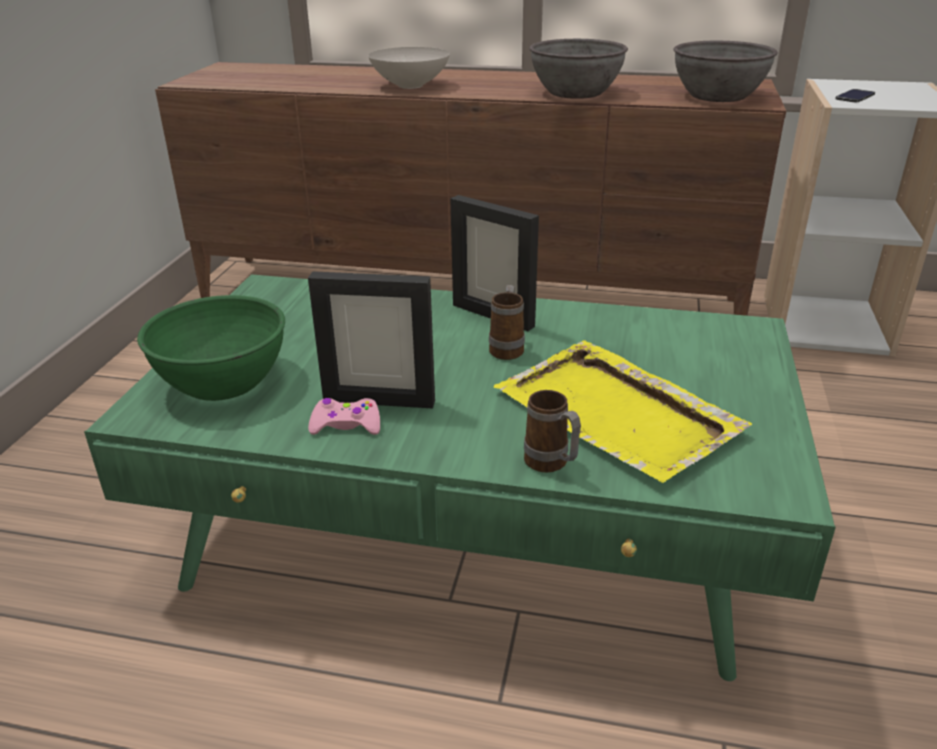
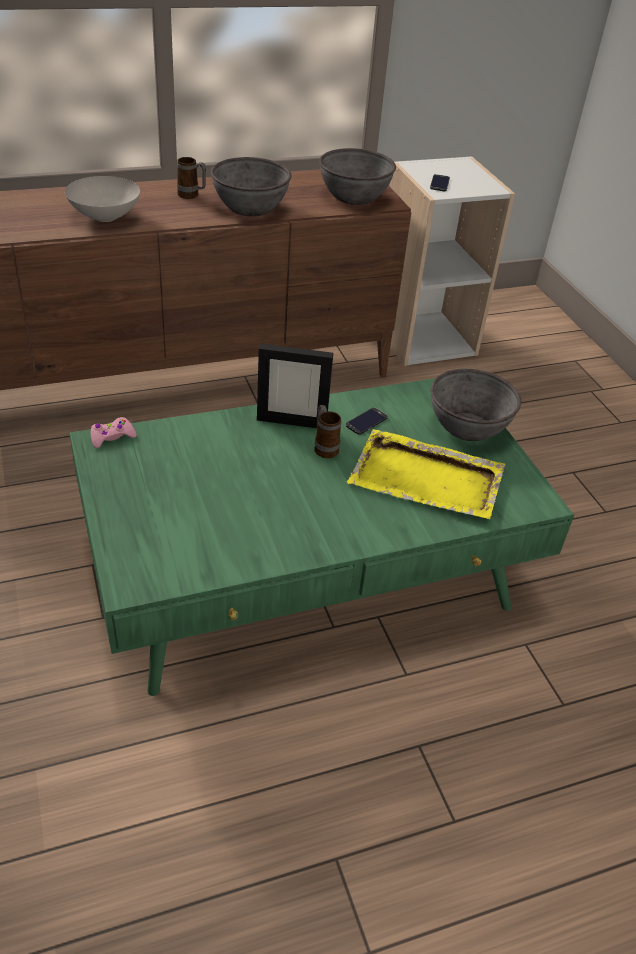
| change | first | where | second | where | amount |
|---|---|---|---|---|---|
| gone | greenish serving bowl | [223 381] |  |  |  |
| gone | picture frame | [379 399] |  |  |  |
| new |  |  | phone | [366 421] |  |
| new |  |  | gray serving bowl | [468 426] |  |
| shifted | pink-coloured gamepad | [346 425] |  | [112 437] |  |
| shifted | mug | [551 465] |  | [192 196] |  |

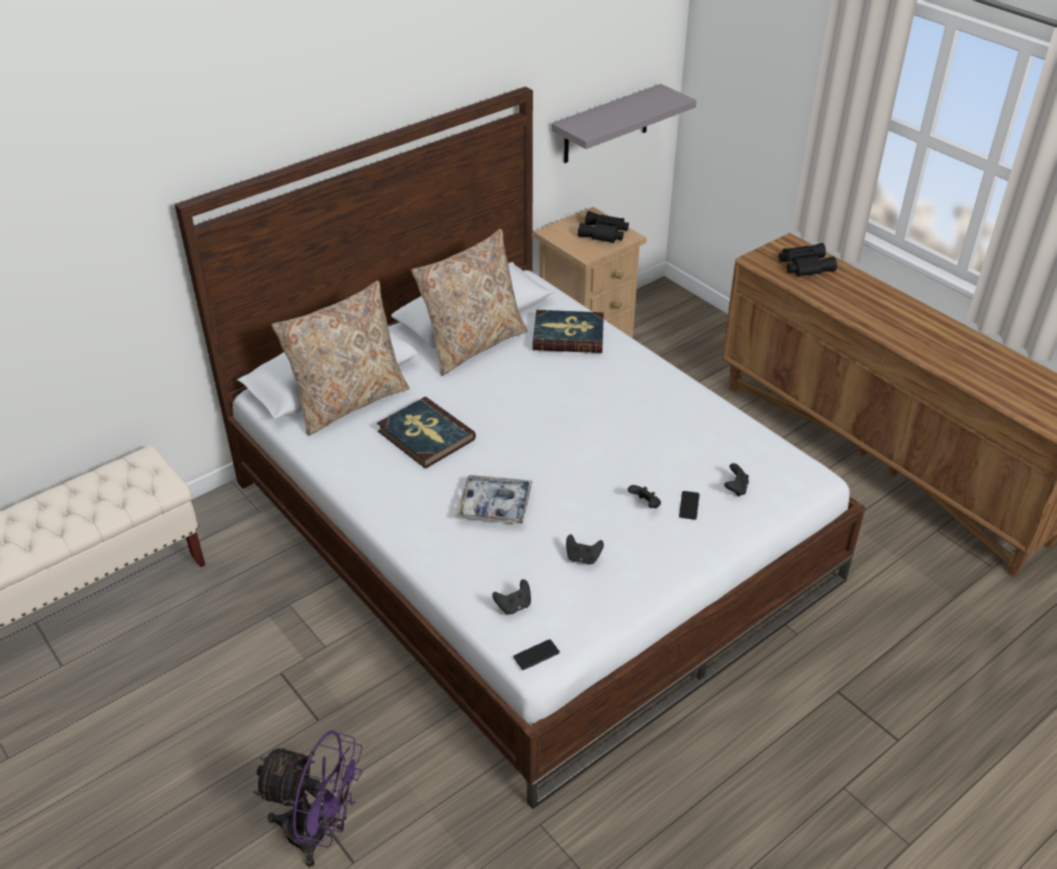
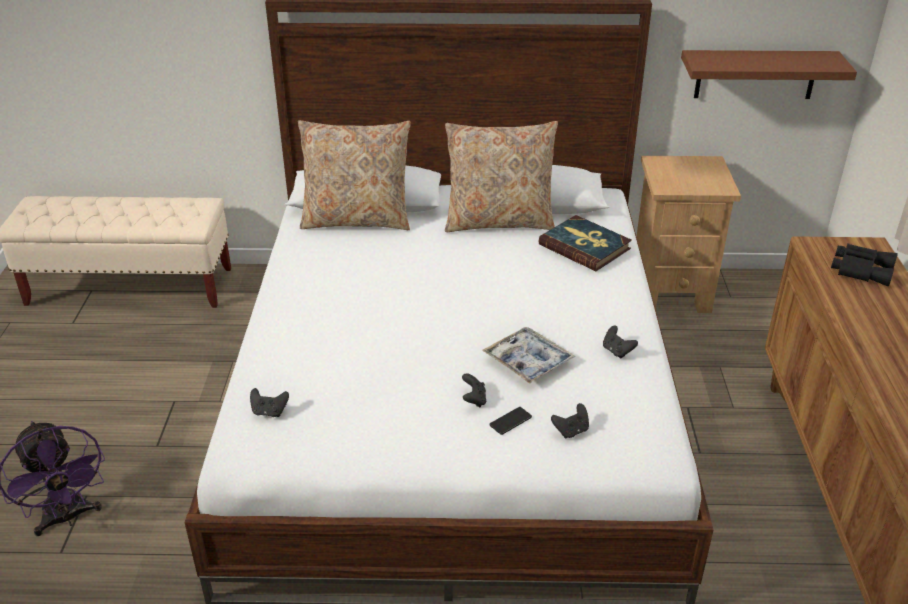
| change | first | where | second | where | amount |
|---|---|---|---|---|---|
| gone | volume | [425 435] |  |  |  |
| gone | phone | [536 655] |  |  |  |
| gone | blackish pair of binoculars | [604 234] |  |  |  |
| shifted | carrying tray | [495 505] |  | [528 361] |  |
| shifted | blackish gamepad | [583 558] |  | [617 351] |  |
| repainted | gray shelf | [606 124] | brownish shelf | [755 74] |  |

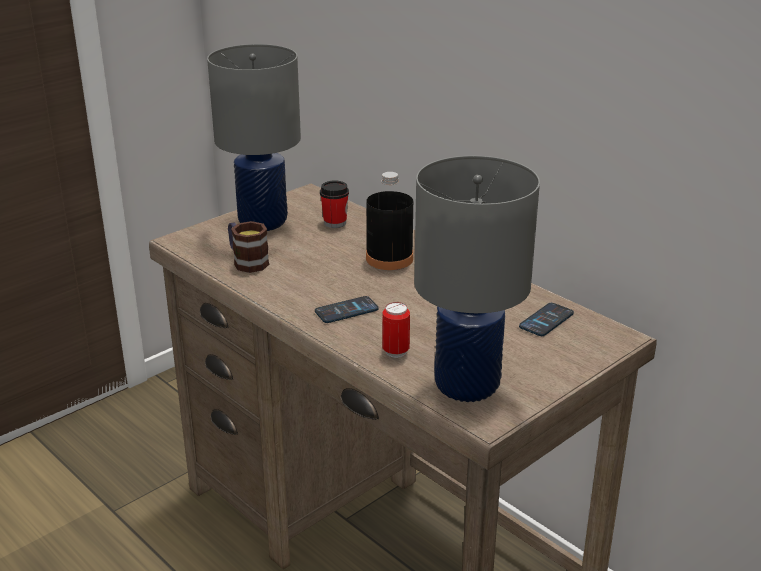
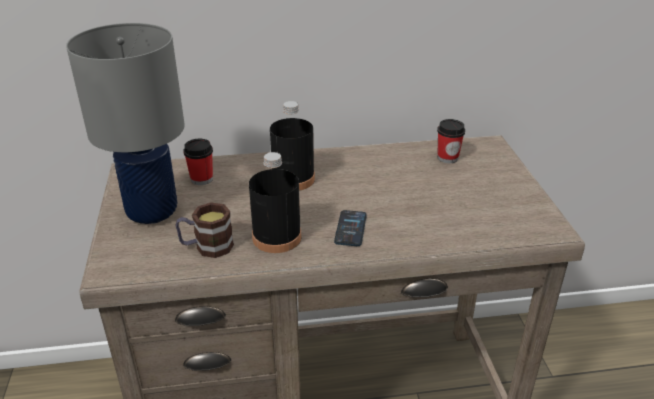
| change | first | where | second | where | amount |
|---|---|---|---|---|---|
| gone | can | [395 351] |  |  |  |
| gone | gray lamp for a table | [466 390] |  |  |  |
| new |  |  | blackish drink bottle | [277 237] |  |
| swapped | phone | [546 320] | small cup | [447 158] |  |

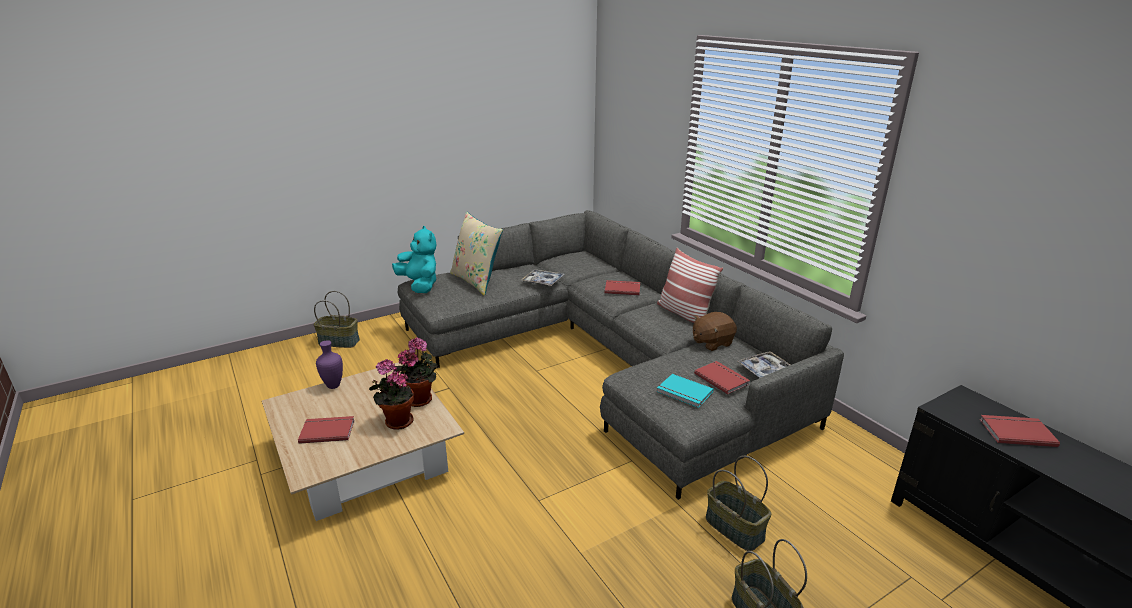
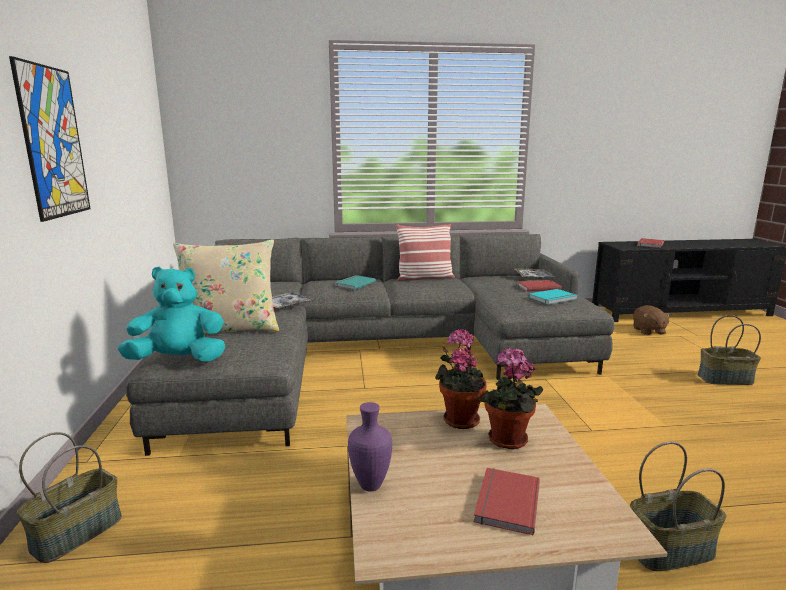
| change | first | where | second | where | amount |
|---|---|---|---|---|---|
| new |  |  | wall art | [53 142] |  |
| shifted | brownish cuddly toy | [711 342] |  | [648 331] |  |
| shifted | household basket | [735 528] |  | [669 549] |  |
| repainted | red-coloured volume | [622 289] | turquoise volume | [354 284] |  |

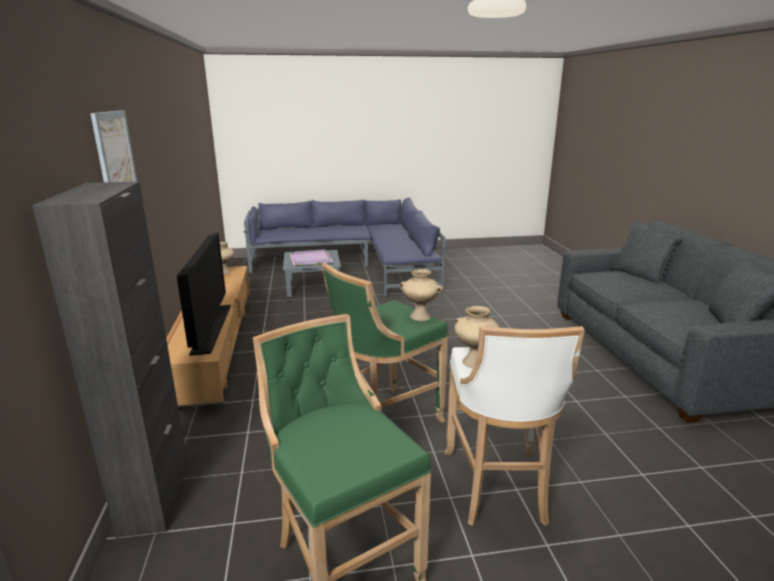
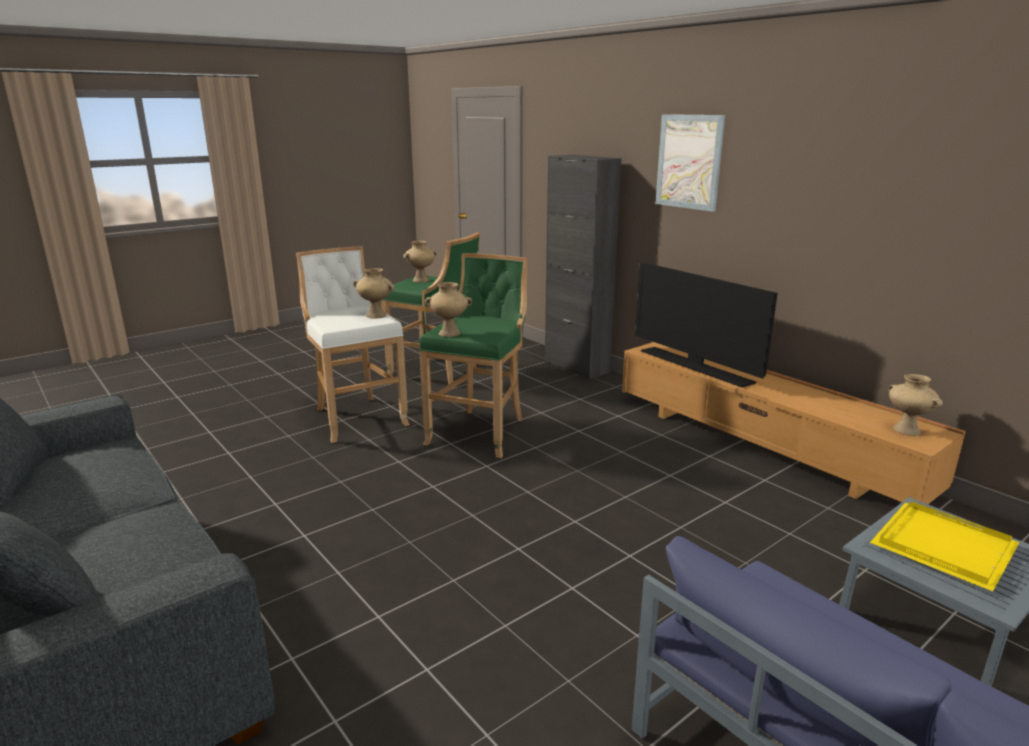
| change | first | where | second | where | amount |
|---|---|---|---|---|---|
| new |  |  | sand-coloured vase | [421 280] |  |
| repainted | purple carrying tray | [311 259] | yellowish carrying tray | [945 548] |  |

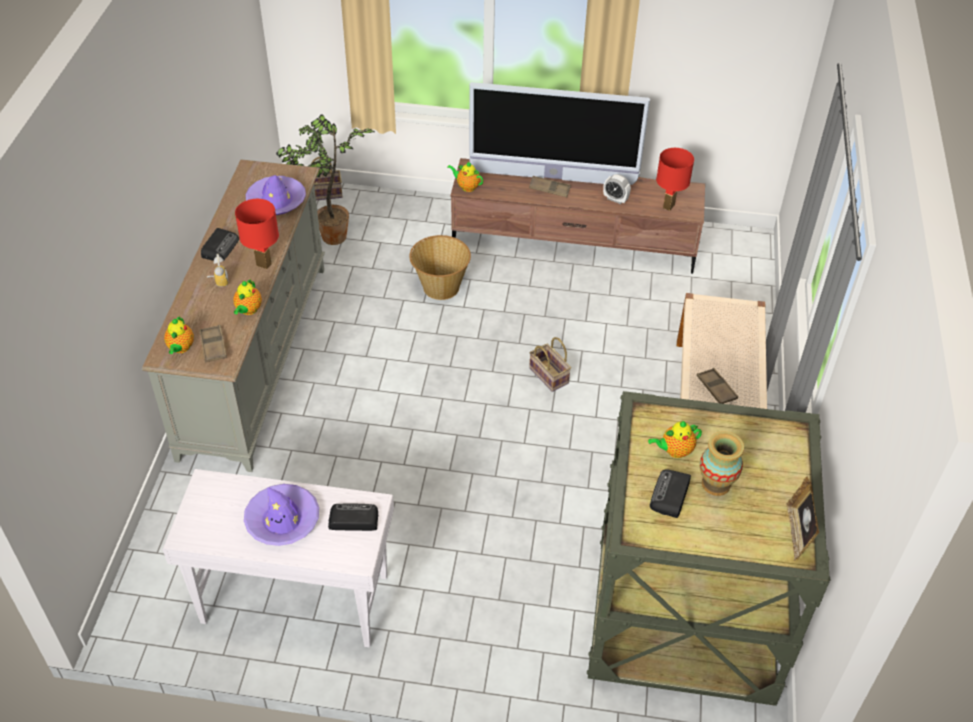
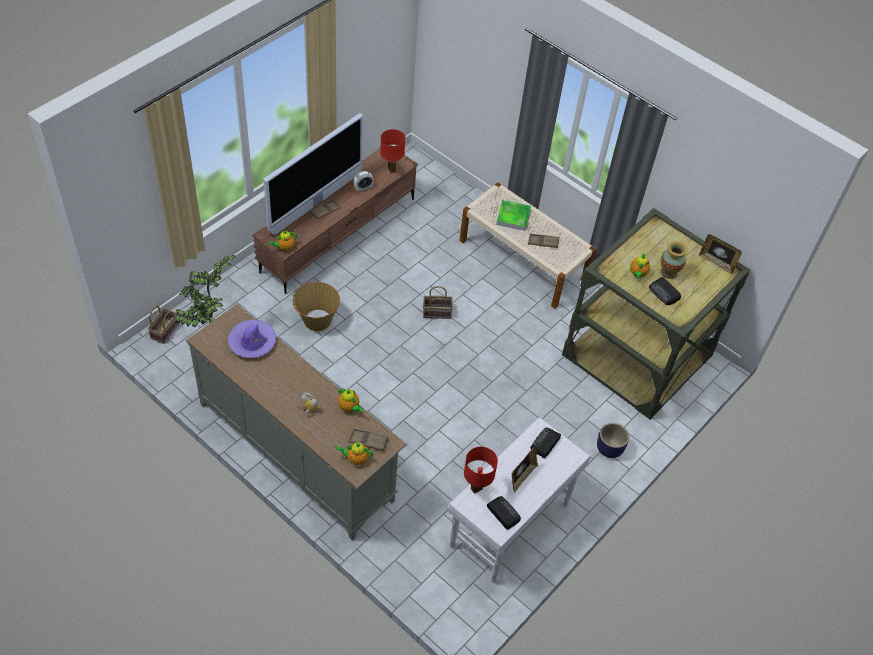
| change | first | where | second | where | amount |
|---|---|---|---|---|---|
| new |  |  | carrying tray | [513 217] |  |
| new |  |  | plant pot | [609 449] |  |
| shifted | radio receiver | [220 247] |  | [503 513] |  |
| shifted | red-coloured lamp for a table | [264 264] |  | [476 488] |  |
| swapped | purple clothing hat | [283 520] | picture frame | [522 477] |  |
| rotated | tea pot | [180 348] |  | [355 459] | 150 degrees clockwise |

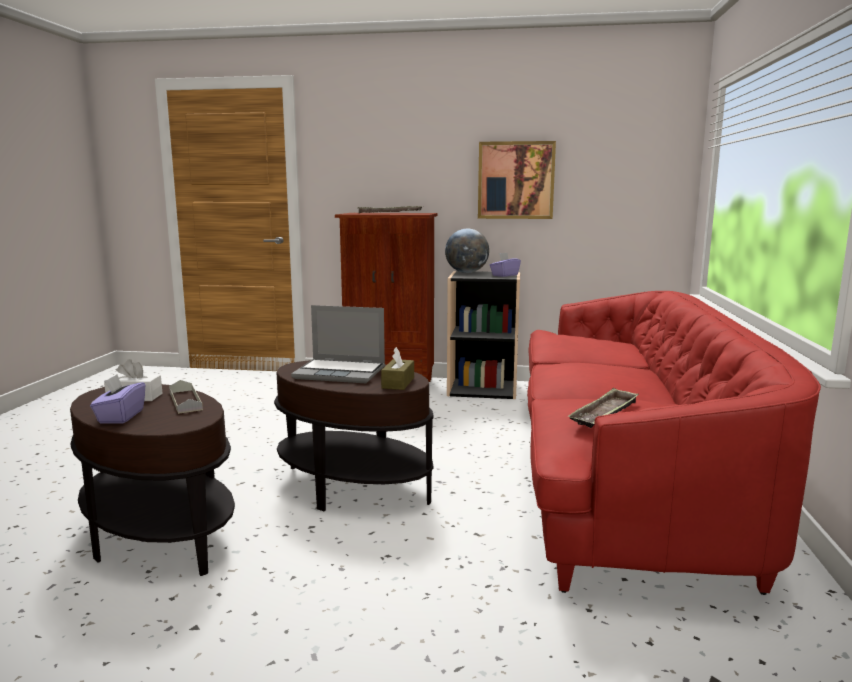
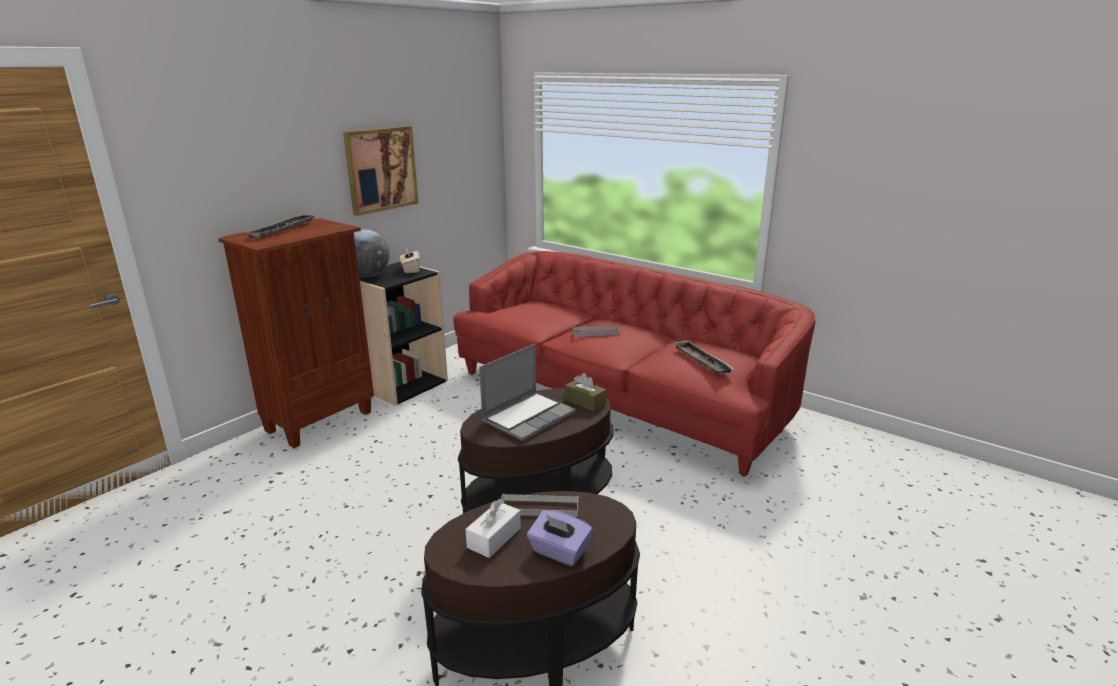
| change | first | where | second | where | amount |
|---|---|---|---|---|---|
| new |  |  | gray carrying tray | [596 332] |  |
| repainted | purple box of tissues | [504 275] | sand-coloured box of tissues | [410 270] |  |

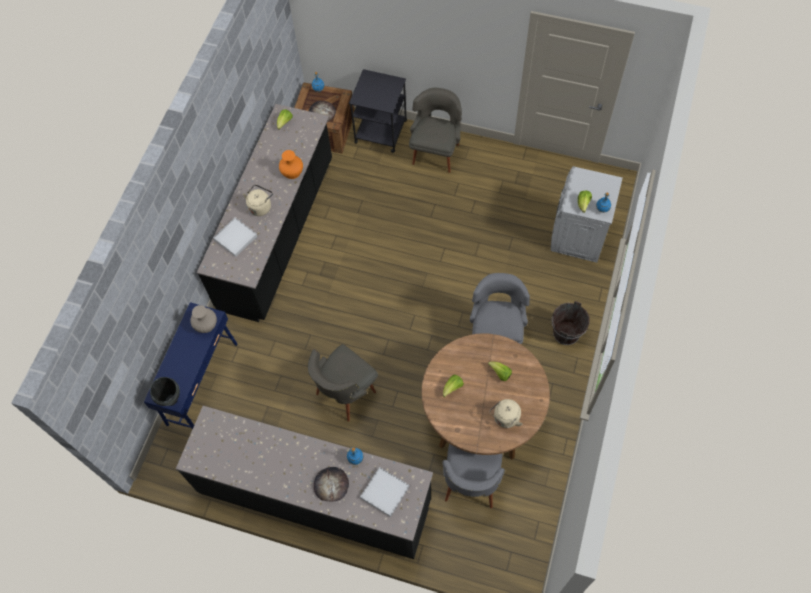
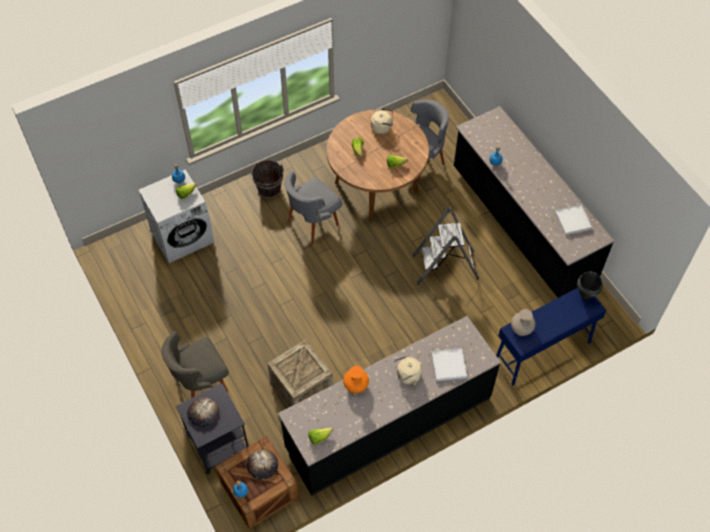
| change | first | where | second | where | amount |
|---|---|---|---|---|---|
| new |  |  | packing crate | [301 388] |  |
| shifted | baked bread | [331 484] |  | [203 413] |  |
| shifted | white-coloured carrying tray | [385 492] |  | [572 221] |  |
| swapped | gray plain chair | [346 393] | gray step stool | [446 266] |  |

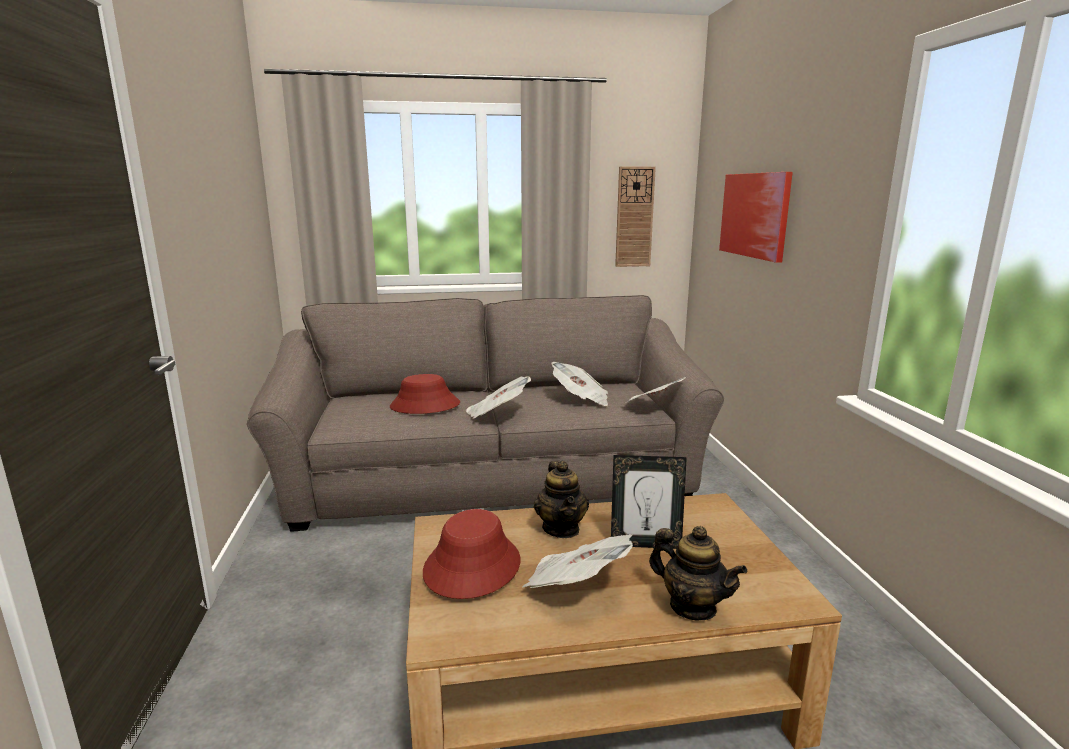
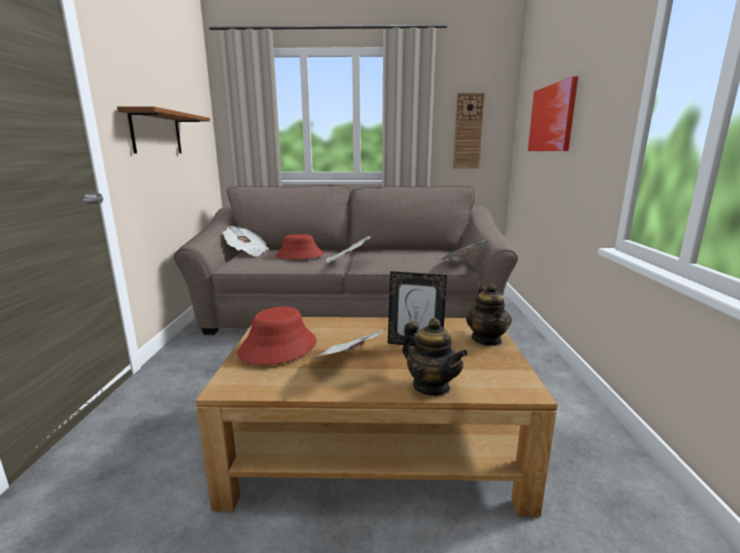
| change | first | where | second | where | amount |
|---|---|---|---|---|---|
| new |  |  | brownish shelf | [156 133] |  |
| shifted | tea pot | [561 528] |  | [487 339] |  |
| shifted | daily paper | [581 399] |  | [247 252] |  |

